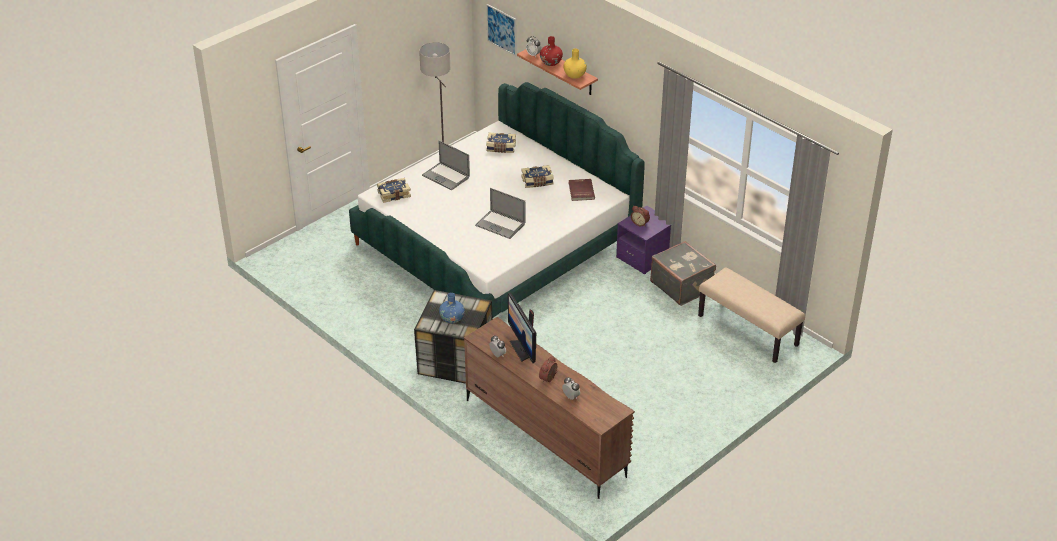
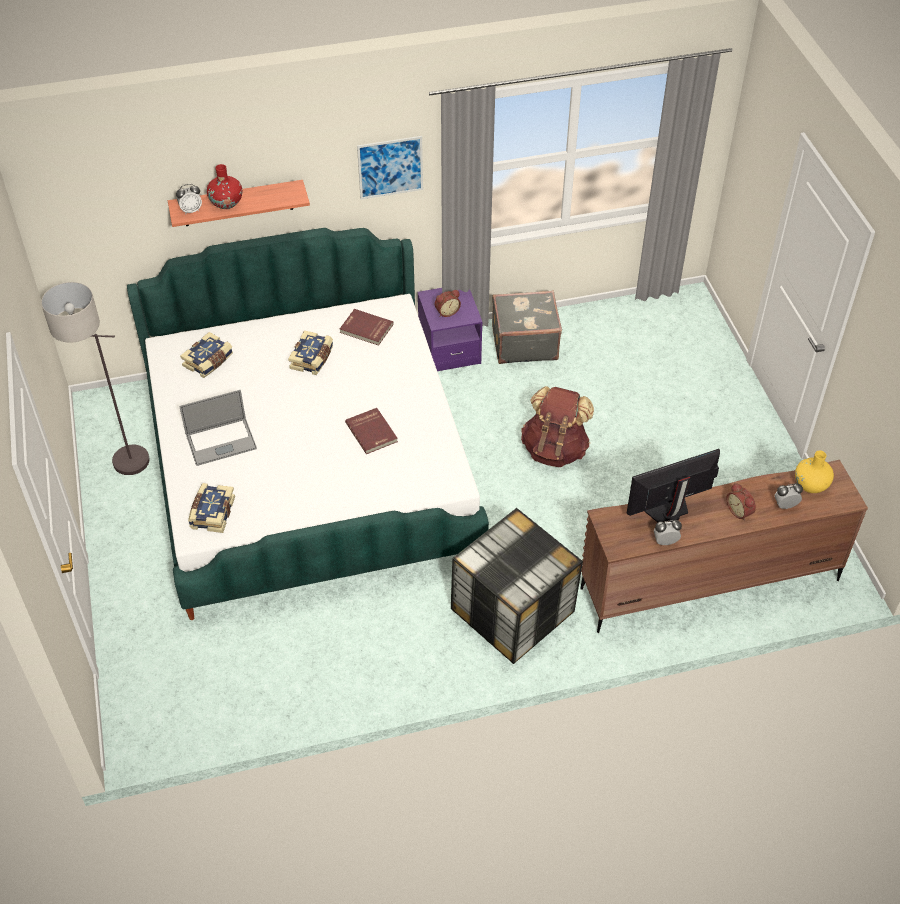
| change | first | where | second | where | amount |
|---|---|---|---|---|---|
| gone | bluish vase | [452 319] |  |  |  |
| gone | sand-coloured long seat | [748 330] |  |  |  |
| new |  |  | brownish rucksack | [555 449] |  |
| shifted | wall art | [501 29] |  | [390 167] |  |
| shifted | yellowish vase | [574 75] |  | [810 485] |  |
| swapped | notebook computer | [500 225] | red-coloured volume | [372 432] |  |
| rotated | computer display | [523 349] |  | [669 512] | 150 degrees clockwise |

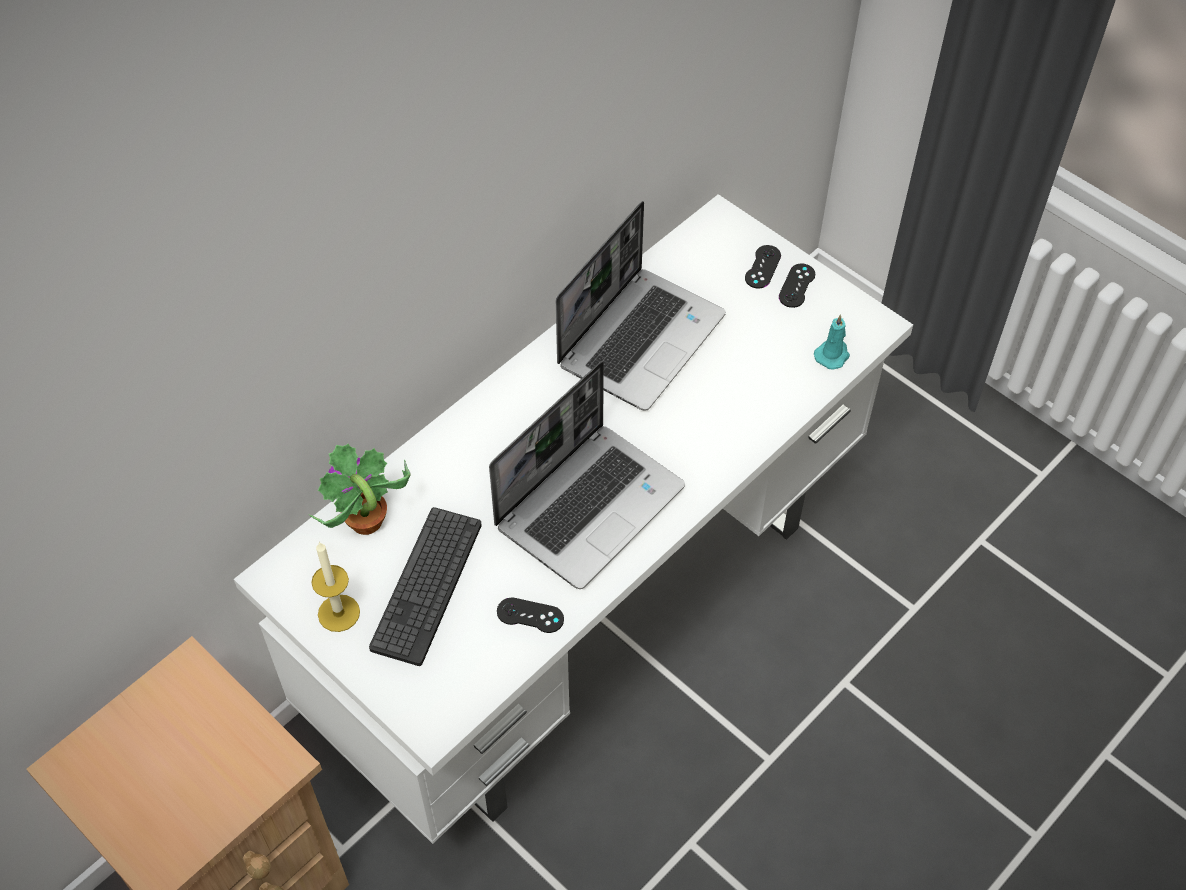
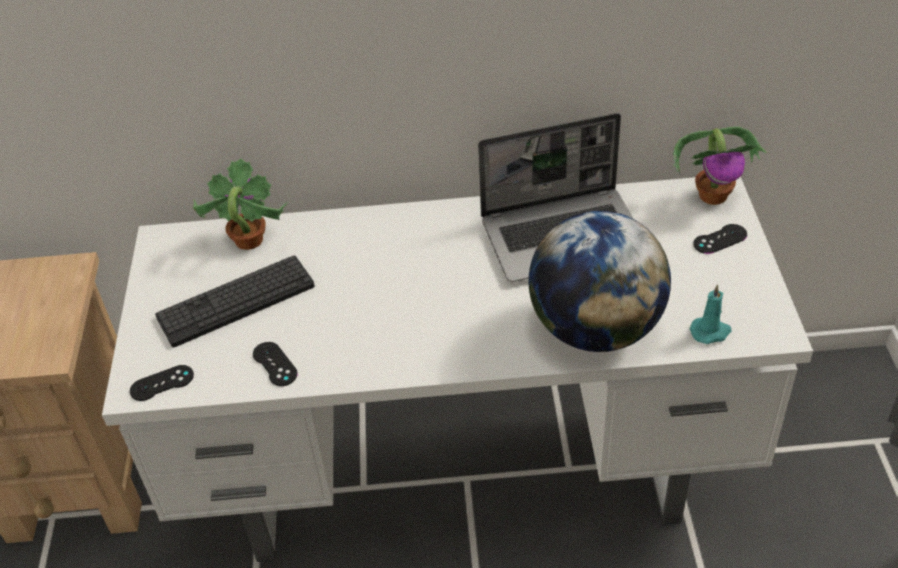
| change | first | where | second | where | amount |
|---|---|---|---|---|---|
| gone | candle | [339 613] |  |  |  |
| gone | notebook computer | [590 504] |  |  |  |
| new |  |  | world globe | [595 329] |  |
| new |  |  | potted plant | [714 195] |  |
| shifted | blackish gamepad | [797 286] |  | [162 383] |  |

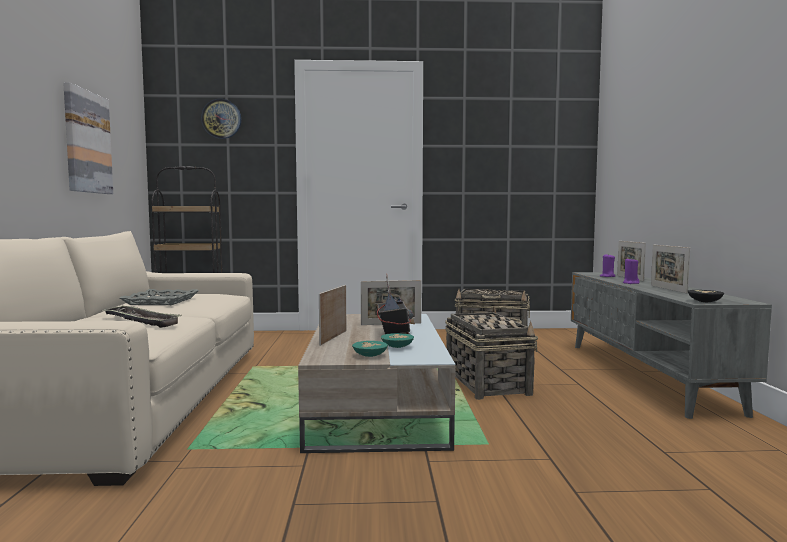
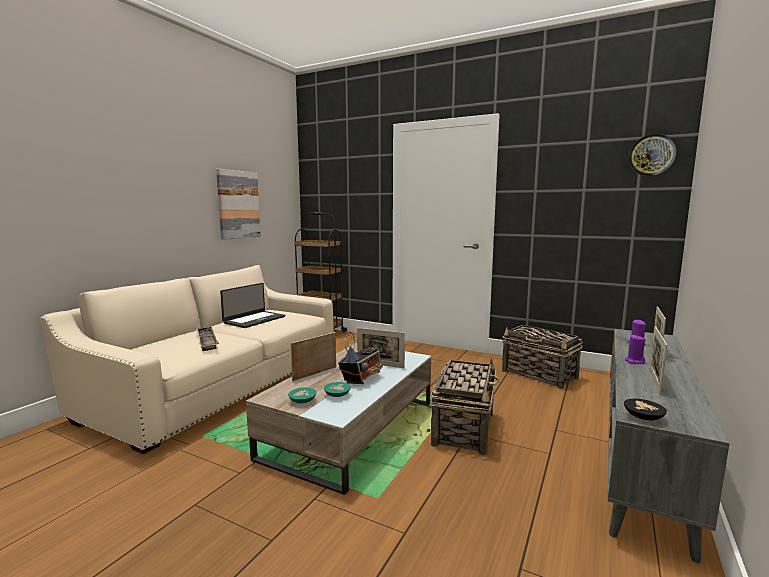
| change | first | where | second | where | amount |
|---|---|---|---|---|---|
| shifted | clock on the wall | [221 119] |  | [651 155] |  |
| swapped | gray carrying tray | [161 301] | notebook computer | [254 320] |  |

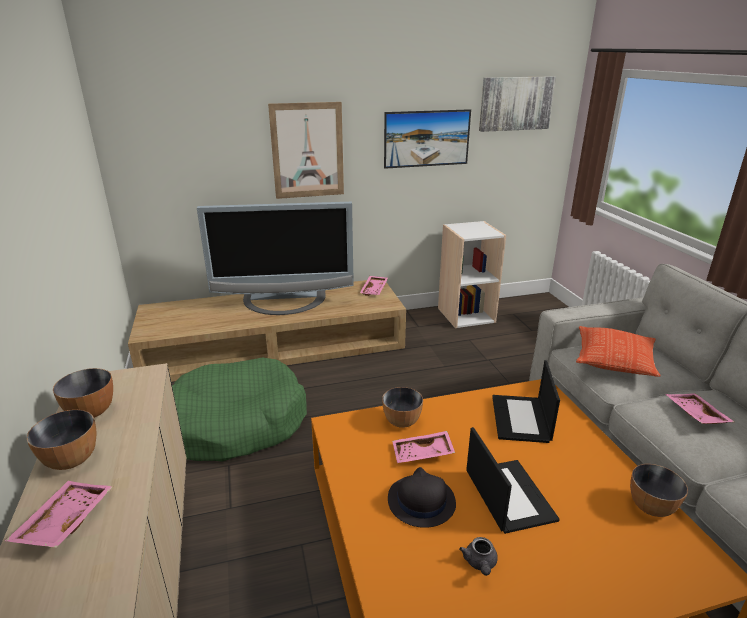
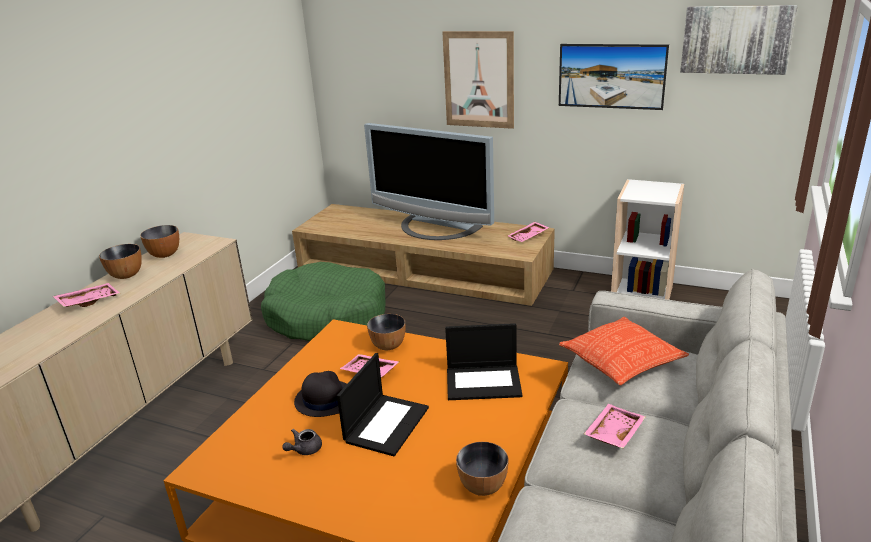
| change | first | where | second | where | amount |
|---|---|---|---|---|---|
| rotated | notebook computer | [521 419] |  | [484 382] | 135 degrees counterclockwise |

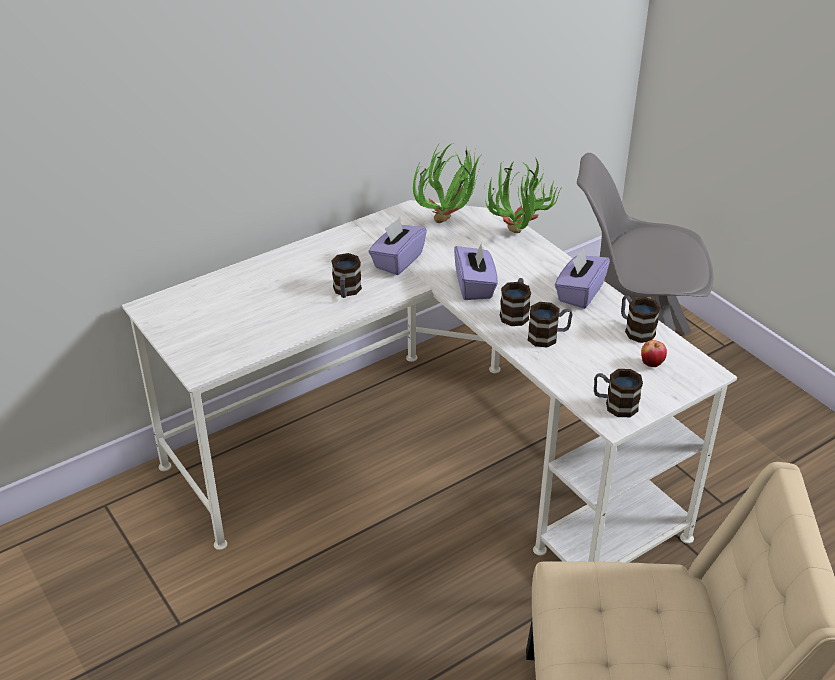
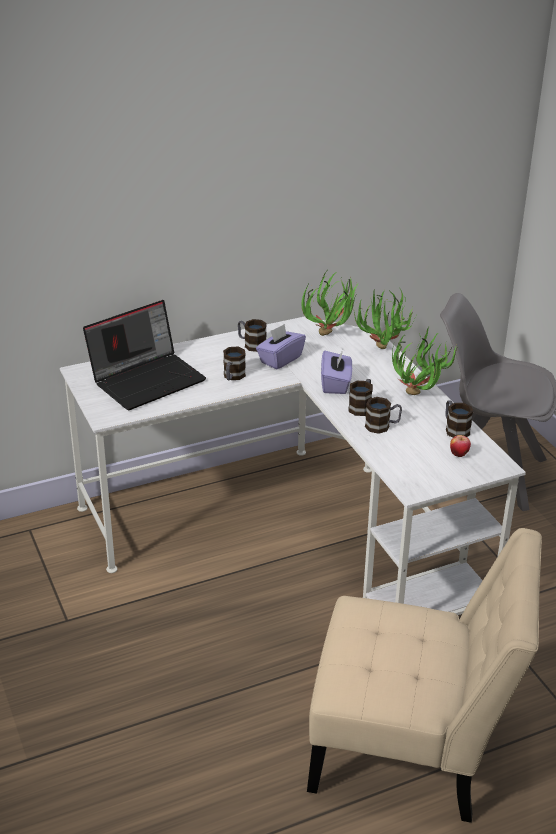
| change | first | where | second | where | amount |
|---|---|---|---|---|---|
| new |  |  | notebook computer | [147 379] |  |
| shifted | mug | [614 404] |  | [251 344] |  |
| swapped | purple box of tissues | [579 293] | potted plant | [418 398] |  |

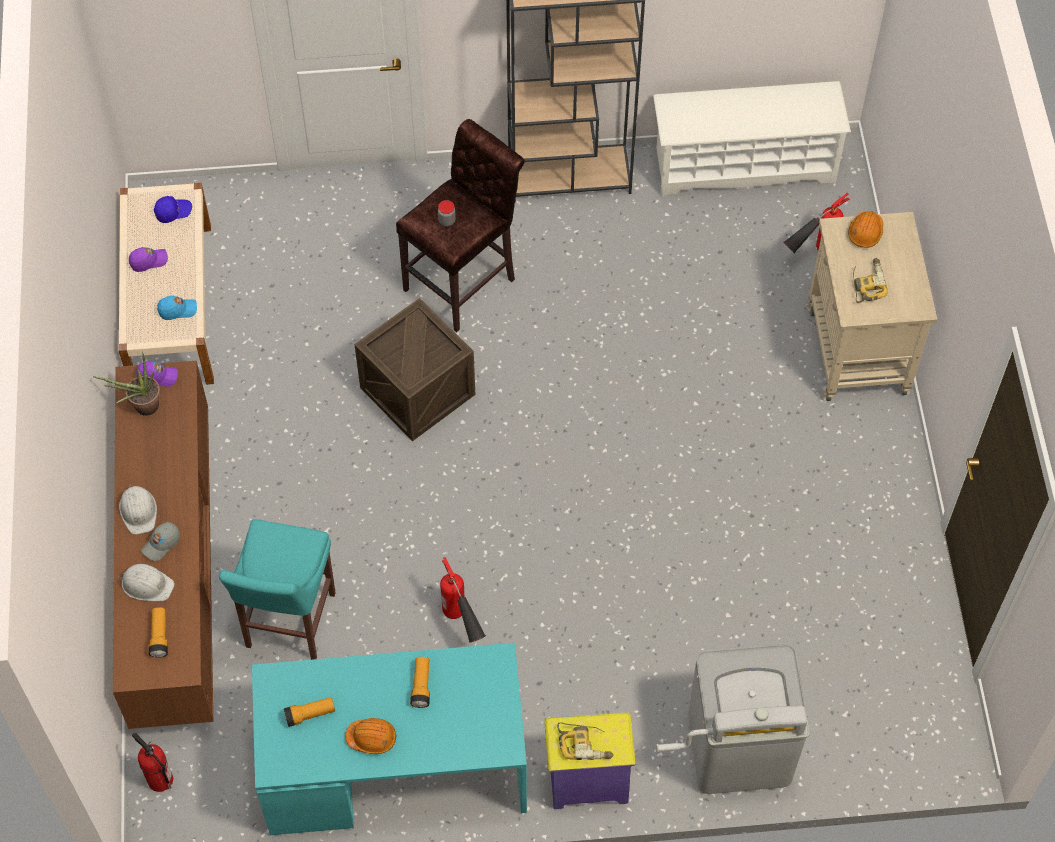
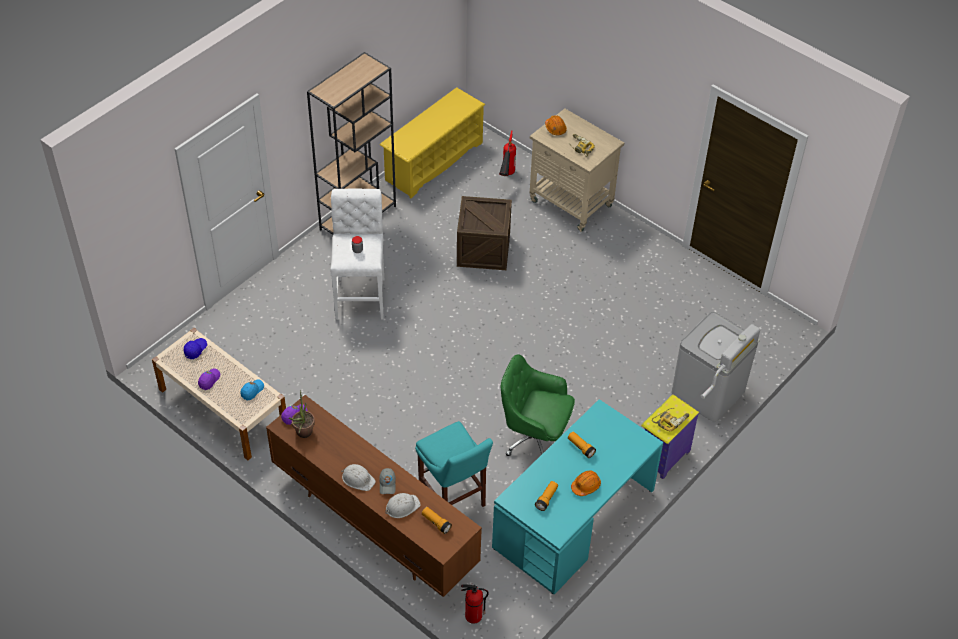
| change | first | where | second | where | amount |
|---|---|---|---|---|---|
| shifted | packing crate | [417 391] |  | [483 250] |  |
| swapped | extinguisher | [462 627] | greenish office chair | [535 438] |  |
| repainted | brownish stool | [464 281] | white-coloured stool | [361 295] |  |
| repainted | white-coloured shoe shelf | [744 165] | yellowish shoe shelf | [433 161] |  |

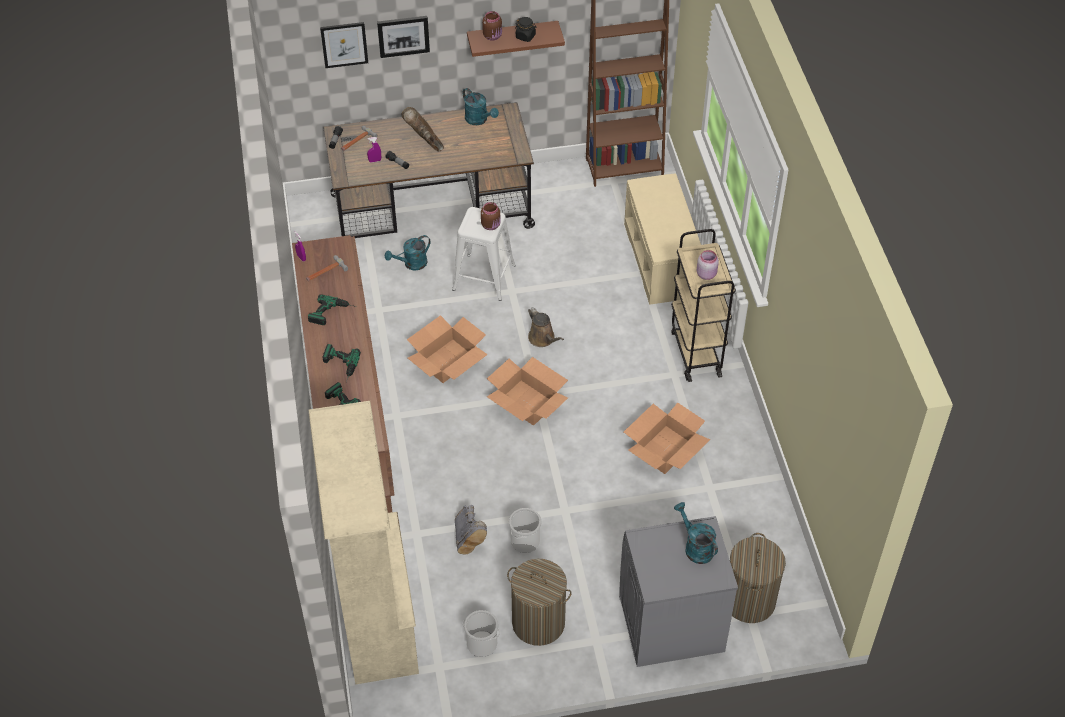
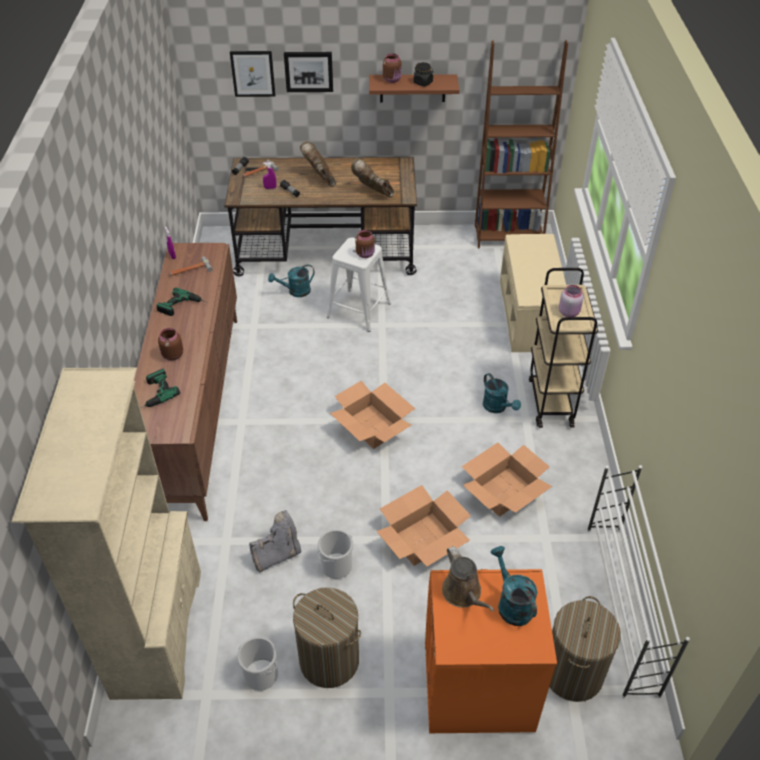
| change | first | where | second | where | amount |
|---|---|---|---|---|---|
| new |  |  | brownish high-top boot | [373 192] |  |
| new |  |  | white-coloured shoe shelf | [621 608] |  |
| shifted | packing box | [448 361] |  | [423 539] |  |
| shifted | turquoise watering can | [479 120] |  | [497 407] |  |
| shifted | brownish watering can | [543 339] |  | [463 594] |  |
| swapped | electric drill | [339 366] | brownish jar | [172 355] |  |
| repainted | gray laundry machine | [670 625] | orange laundry machine | [477 687] |  |
| rotated | gray high-top boot | [468 539] |  | [278 555] | 120 degrees counterclockwise |

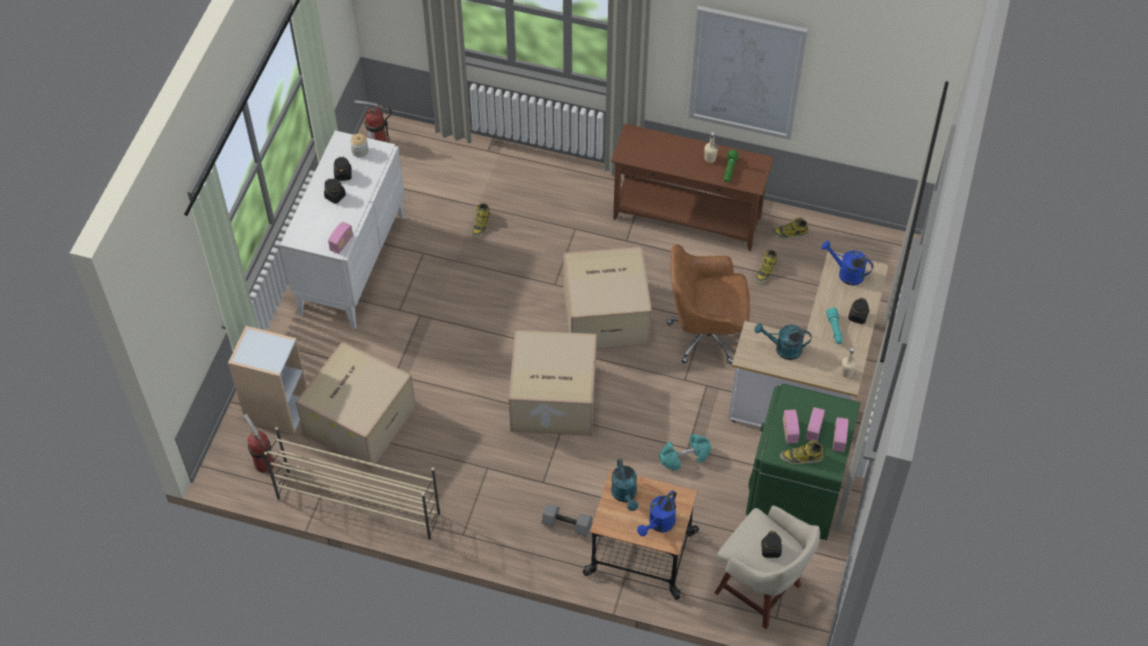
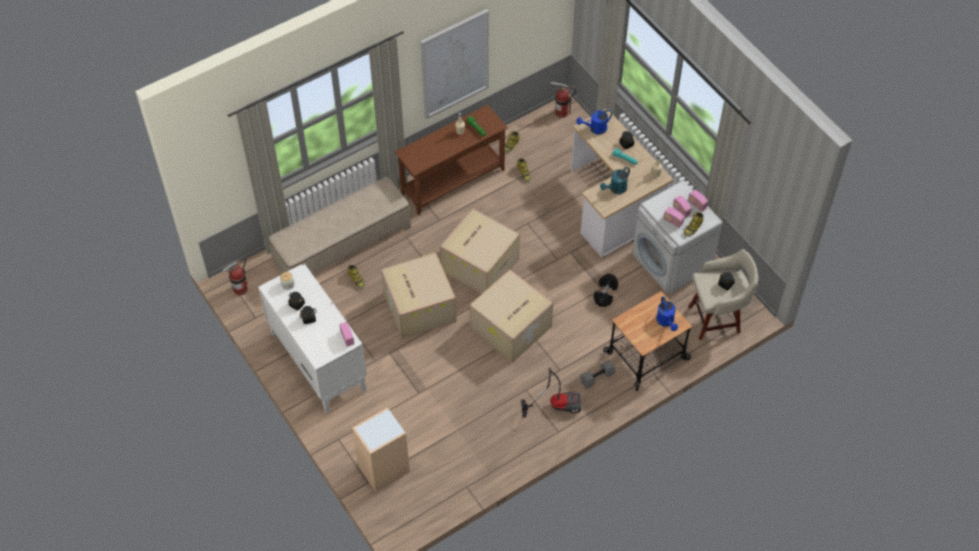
| change | first | where | second | where | amount |
|---|---|---|---|---|---|
| gone | sand-coloured shoe shelf | [358 506] |  |  |  |
| gone | turquoise watering can | [625 495] |  |  |  |
| gone | brownish office chair | [705 333] |  |  |  |
| new |  |  | sand-coloured long seat | [342 243] |  |
| new |  |  | hoover | [556 404] |  |
| shifted | extinguisher | [264 463] |  | [561 113] |  |
| shifted | packing box | [359 419] |  | [418 307] |  |
| repainted | turquoise free weight | [684 456] | blackish free weight | [605 294] |  |
| repainted | greenish laundry machine | [794 491] | white-coloured laundry machine | [670 261] |  |

